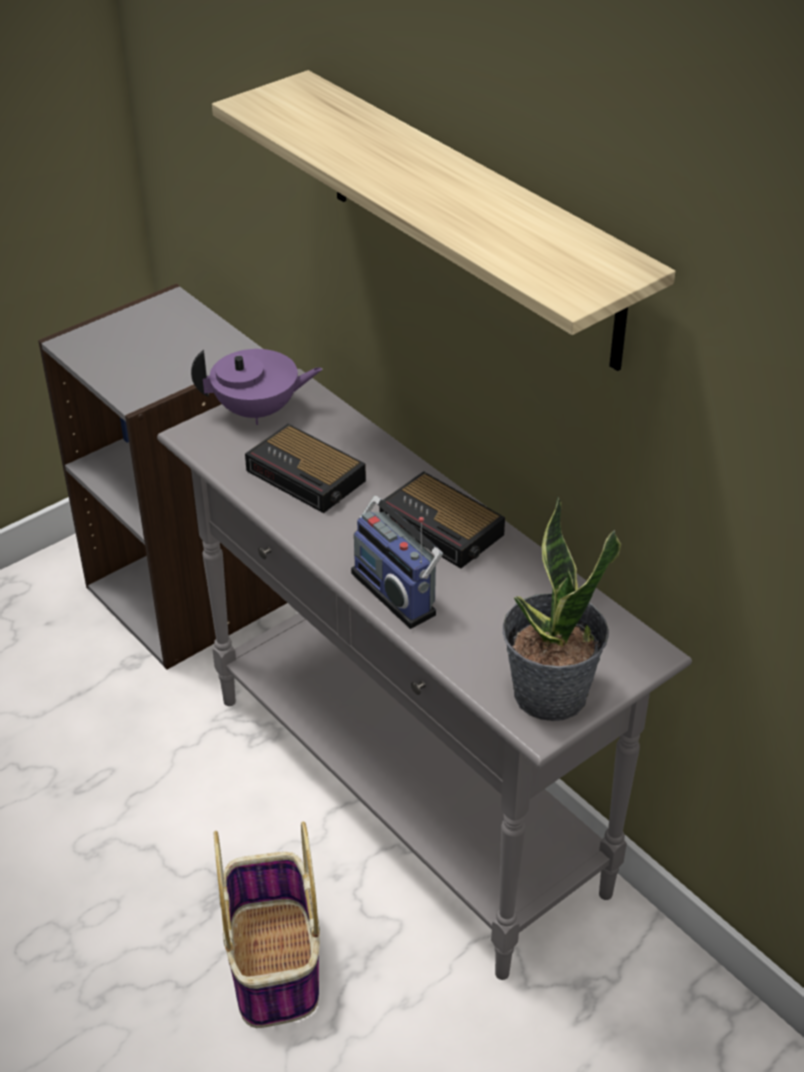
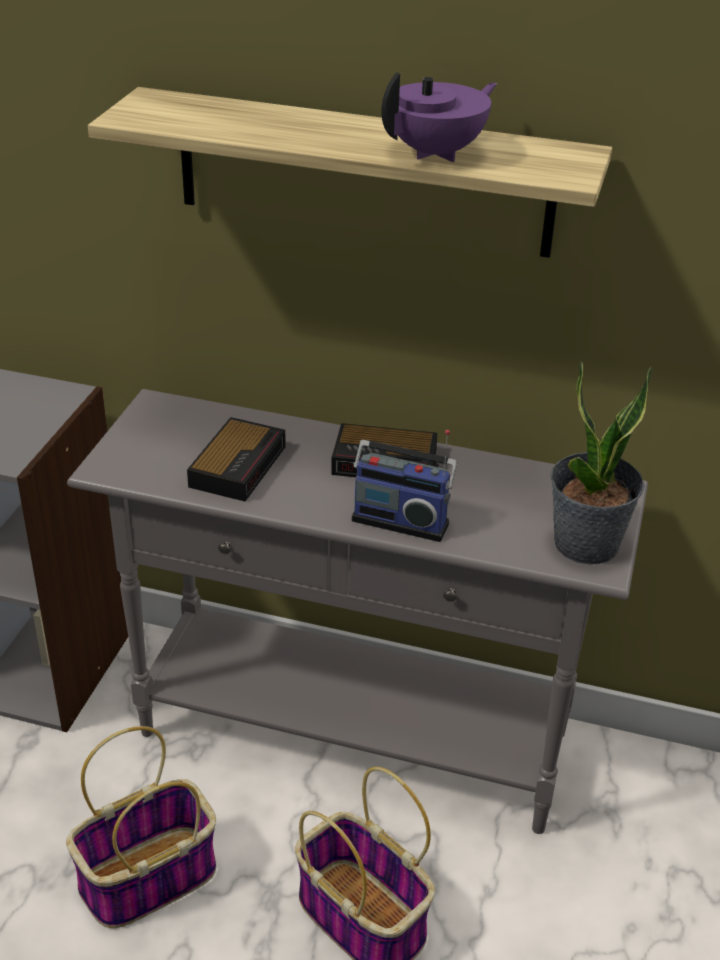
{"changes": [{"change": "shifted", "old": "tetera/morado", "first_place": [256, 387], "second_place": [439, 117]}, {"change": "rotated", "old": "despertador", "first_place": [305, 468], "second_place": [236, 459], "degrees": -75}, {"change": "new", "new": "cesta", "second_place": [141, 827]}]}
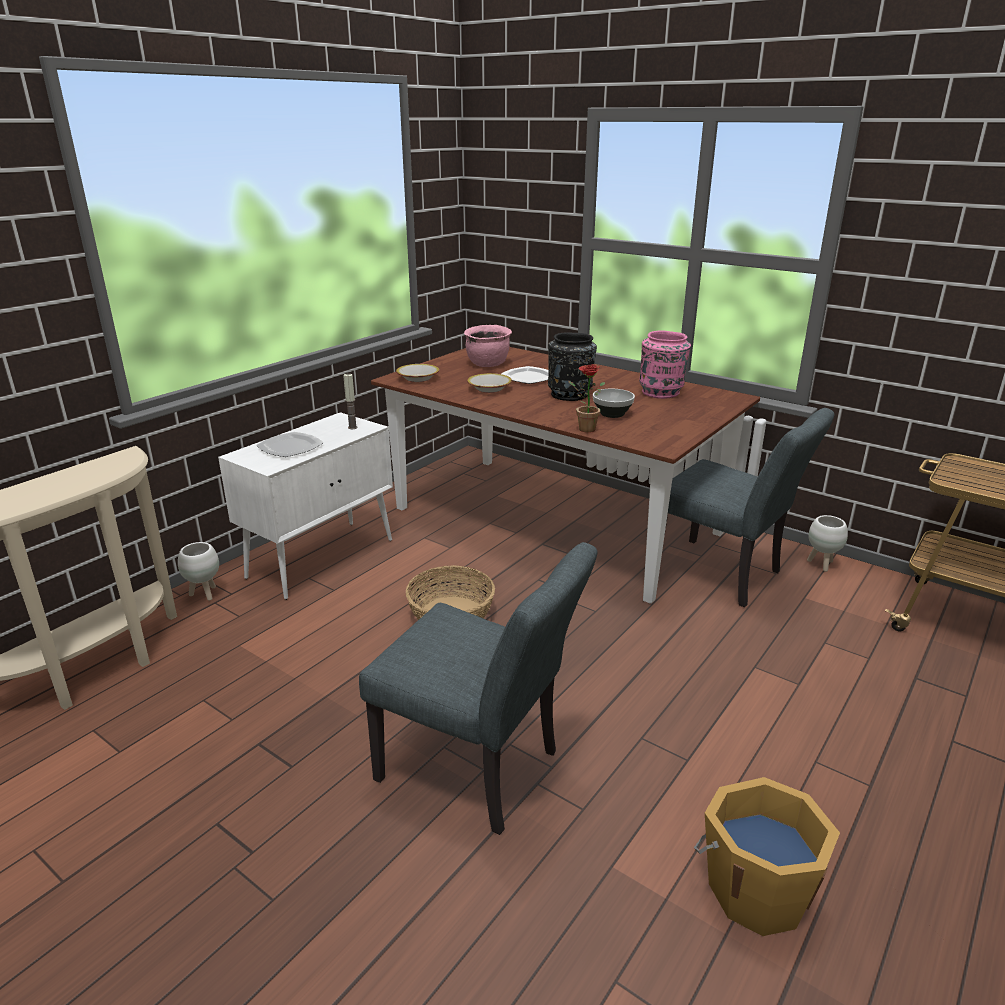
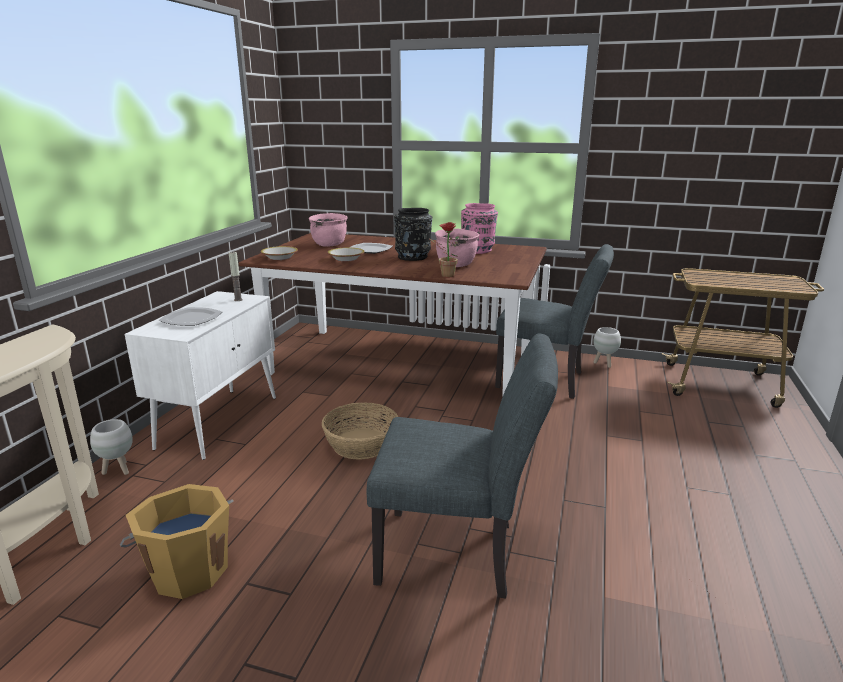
{"changes": [{"change": "swapped", "old": "cuenco", "new": "olla/rosa", "first_place": [614, 403], "second_place": [457, 247]}, {"change": "shifted", "old": "cubo/naranja", "first_place": [767, 856], "second_place": [176, 541]}]}
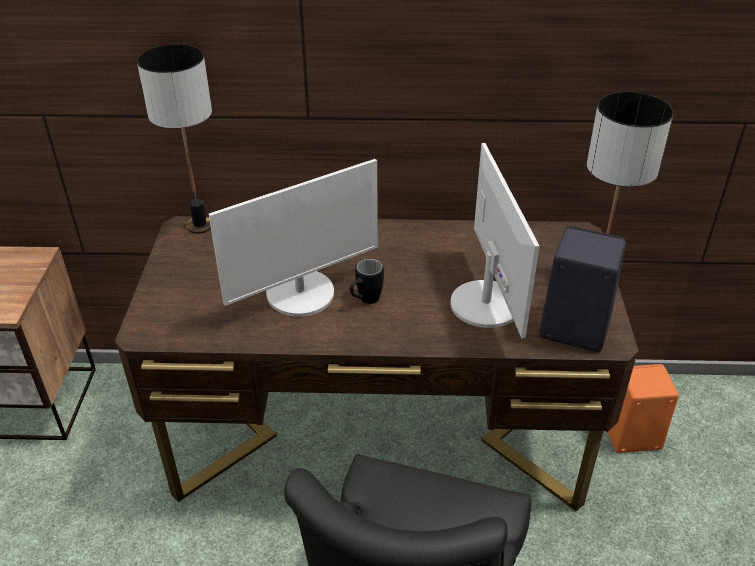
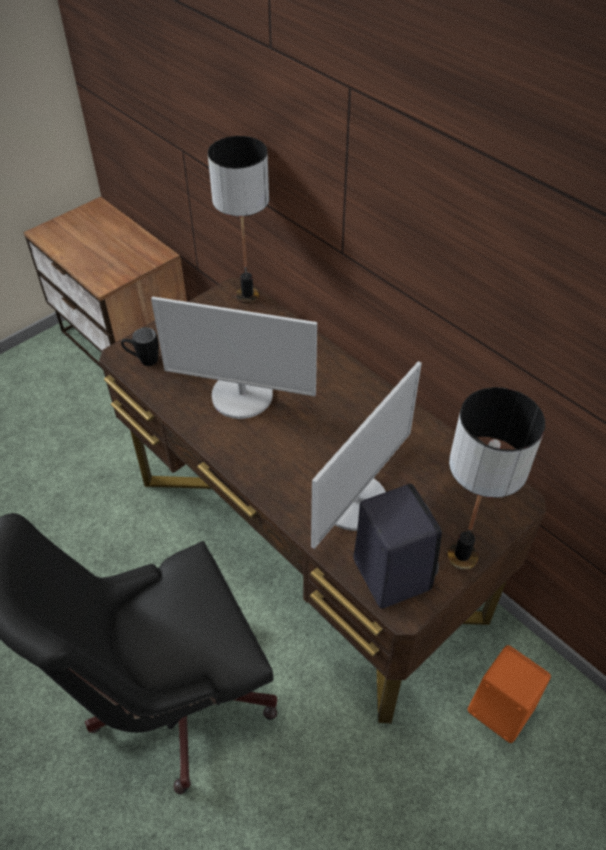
{"changes": [{"change": "shifted", "old": "taza grande/negro", "first_place": [367, 281], "second_place": [140, 346]}]}
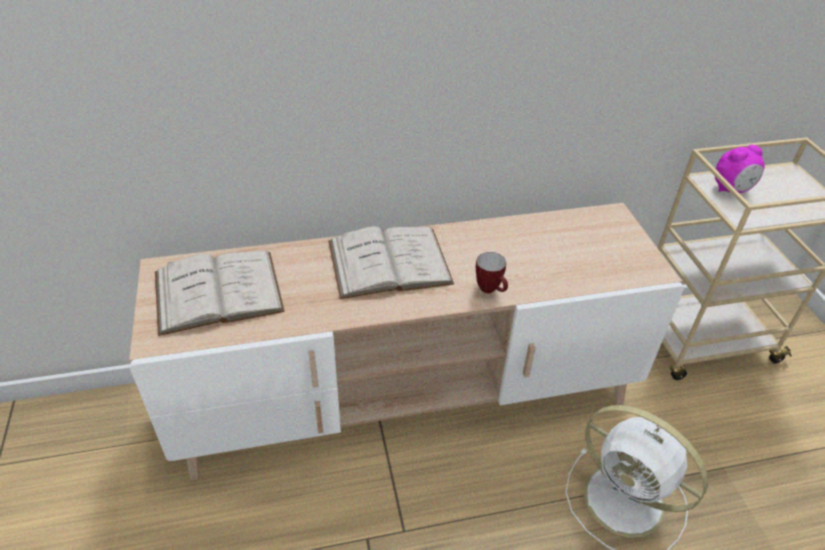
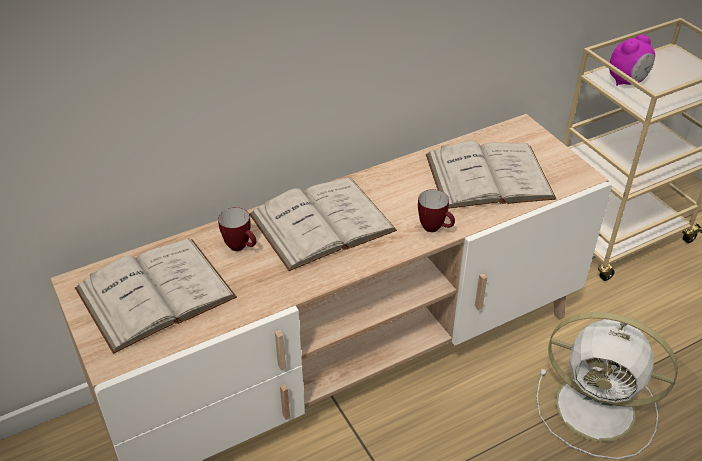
{"changes": [{"change": "new", "new": "libro/blanco", "second_place": [491, 175]}, {"change": "new", "new": "taza grande", "second_place": [237, 229]}]}
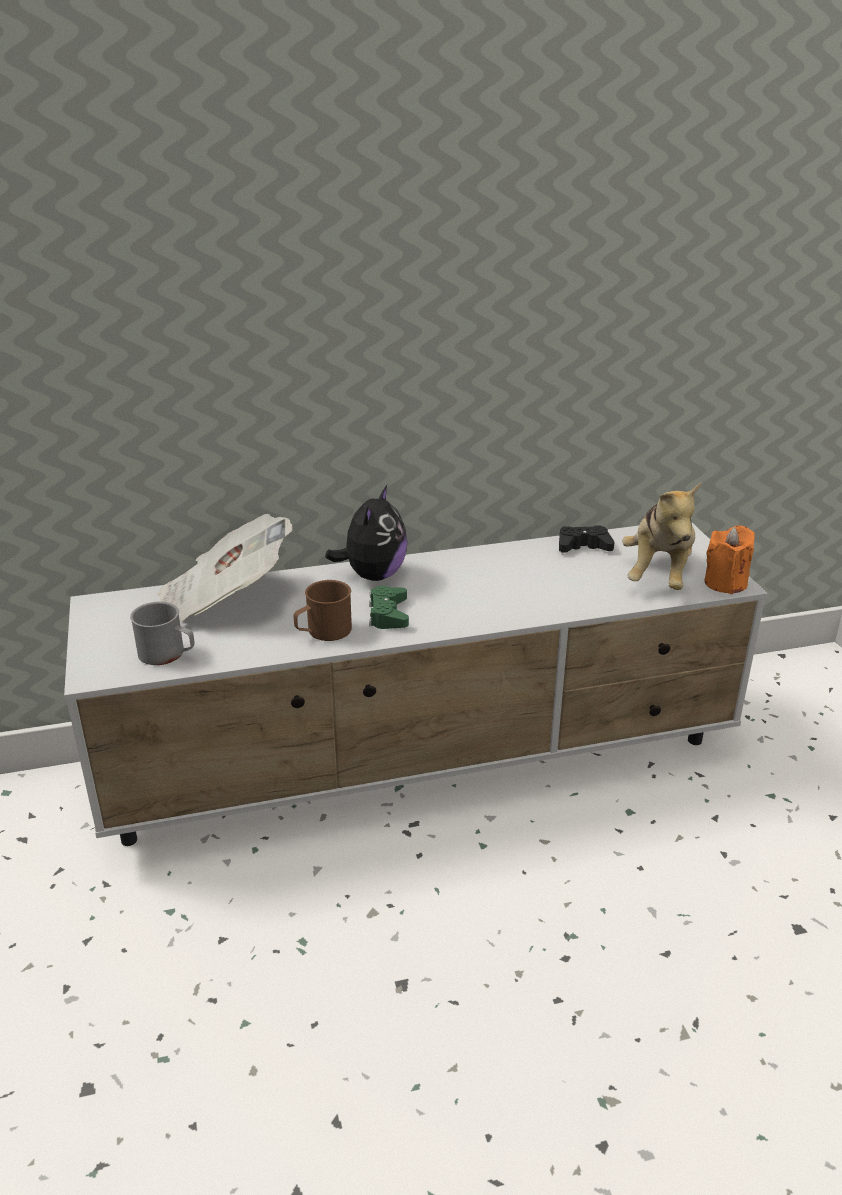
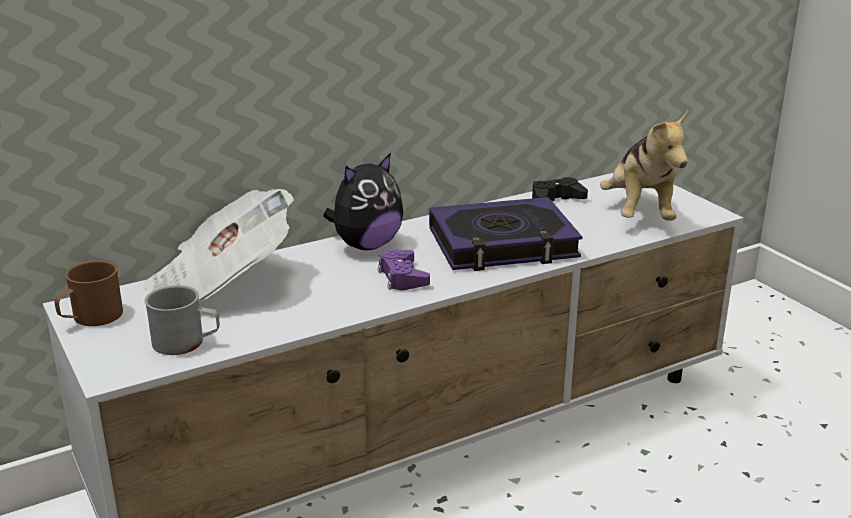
{"changes": [{"change": "rotated", "old": "peluche", "first_place": [366, 533], "second_place": [363, 201], "degrees": 45}, {"change": "gone", "old": "vela/naranja", "first_place": [730, 559]}, {"change": "shifted", "old": "taza grande/marrón", "first_place": [323, 610], "second_place": [88, 293]}, {"change": "repainted", "old": "mando de consola/verde", "new": "mando de consola/morado", "first_place": [389, 607], "second_place": [403, 269]}, {"change": "new", "new": "libro", "second_place": [505, 234]}]}
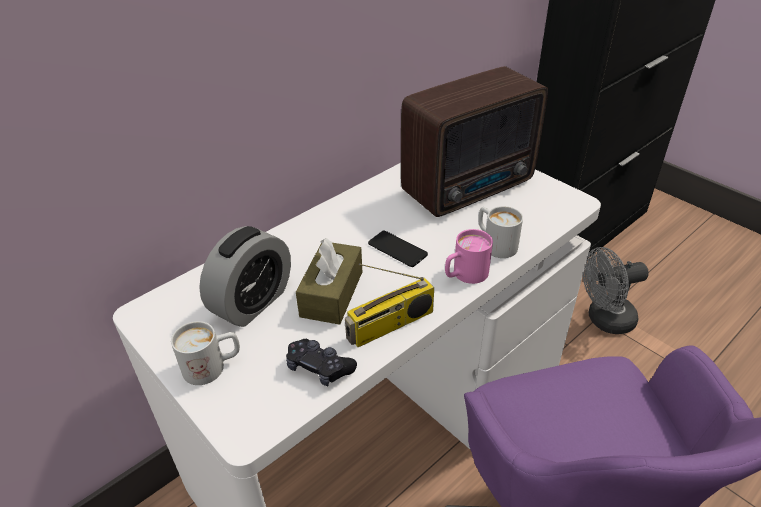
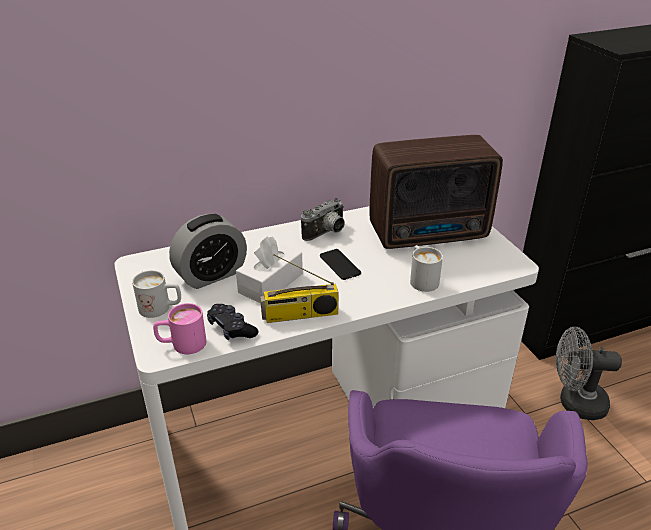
{"changes": [{"change": "shifted", "old": "taza grande/rosa", "first_place": [469, 256], "second_place": [179, 328]}, {"change": "repainted", "old": "caja de pañuelos/marrón", "new": "caja de pañuelos/blanco", "first_place": [329, 281], "second_place": [269, 269]}, {"change": "new", "new": "cámara", "second_place": [323, 219]}]}
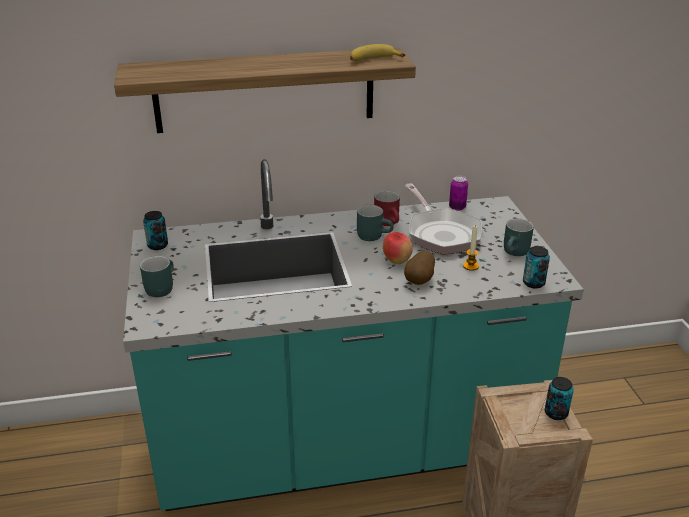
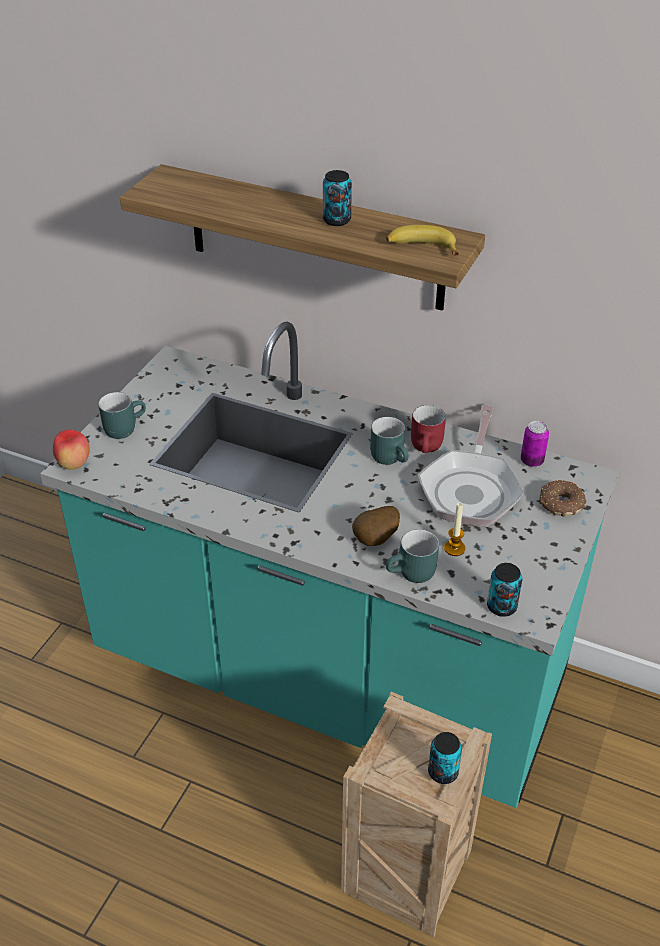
{"changes": [{"change": "shifted", "old": "lata", "first_place": [155, 230], "second_place": [337, 198]}, {"change": "shifted", "old": "taza grande/turquesa", "first_place": [519, 237], "second_place": [412, 556]}, {"change": "shifted", "old": "manzana", "first_place": [398, 248], "second_place": [71, 450]}, {"change": "new", "new": "rosquilla", "second_place": [563, 498]}]}
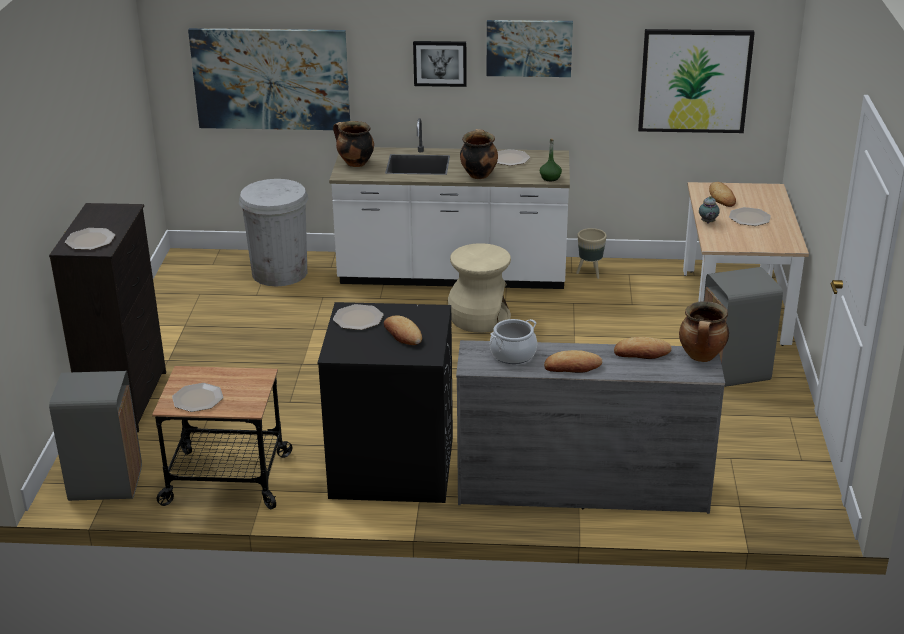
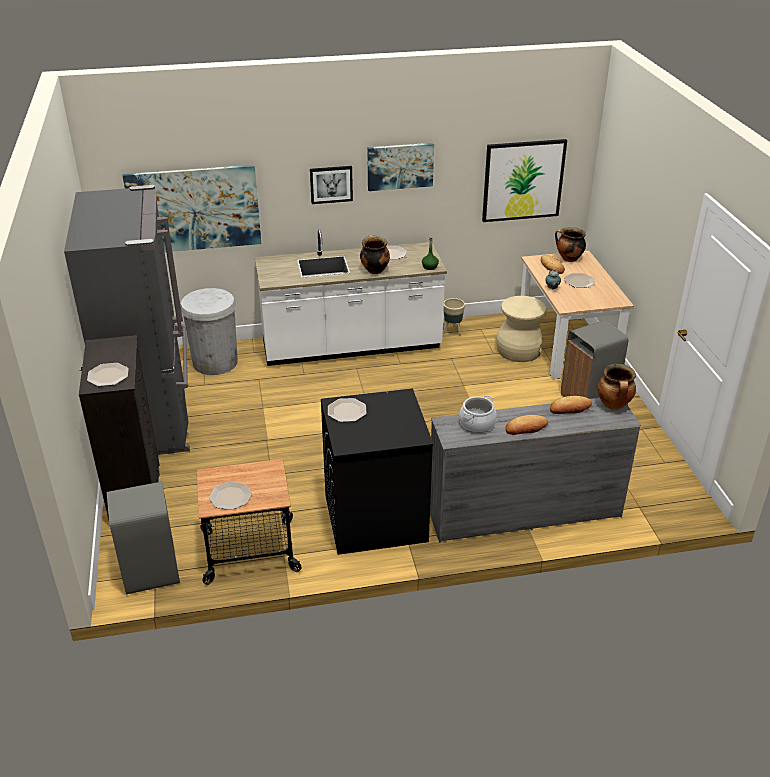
{"changes": [{"change": "shifted", "old": "olla", "first_place": [353, 144], "second_place": [570, 244]}, {"change": "shifted", "old": "taburete/beis", "first_place": [479, 288], "second_place": [521, 329]}, {"change": "gone", "old": "pan", "first_place": [403, 330]}, {"change": "new", "new": "nevera/gris", "second_place": [127, 320]}]}
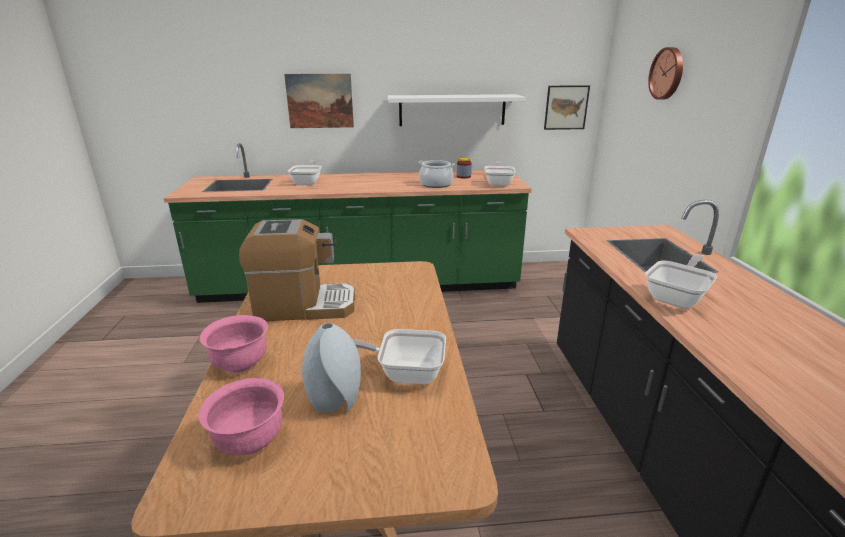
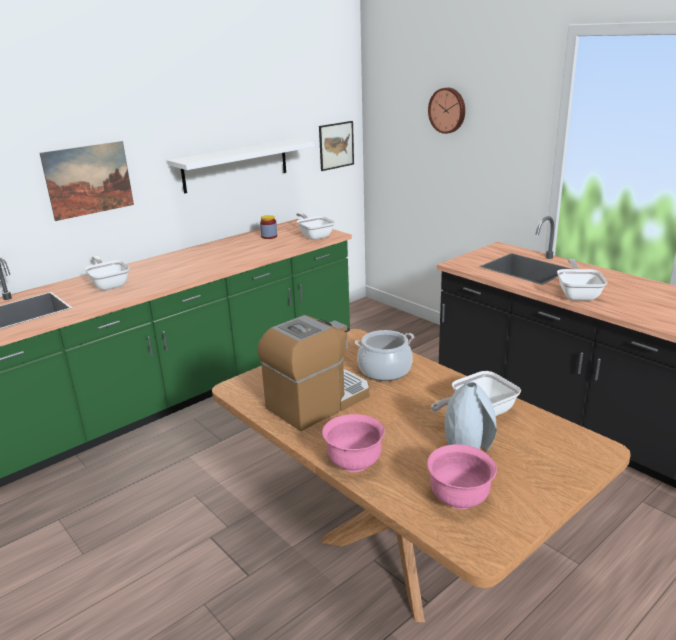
{"changes": [{"change": "shifted", "old": "olla", "first_place": [436, 174], "second_place": [384, 355]}]}
